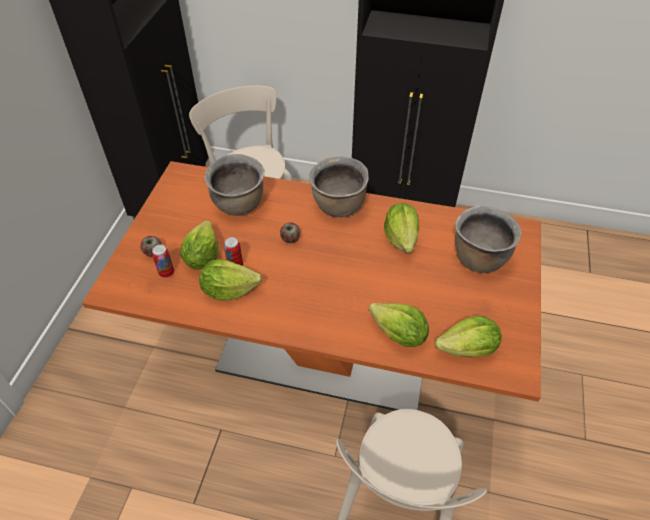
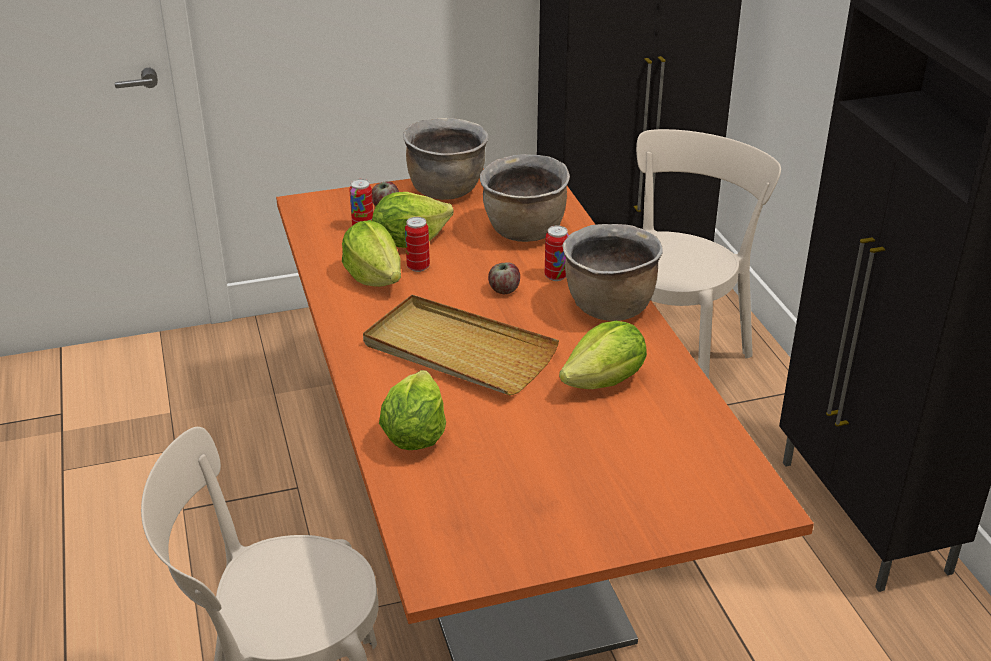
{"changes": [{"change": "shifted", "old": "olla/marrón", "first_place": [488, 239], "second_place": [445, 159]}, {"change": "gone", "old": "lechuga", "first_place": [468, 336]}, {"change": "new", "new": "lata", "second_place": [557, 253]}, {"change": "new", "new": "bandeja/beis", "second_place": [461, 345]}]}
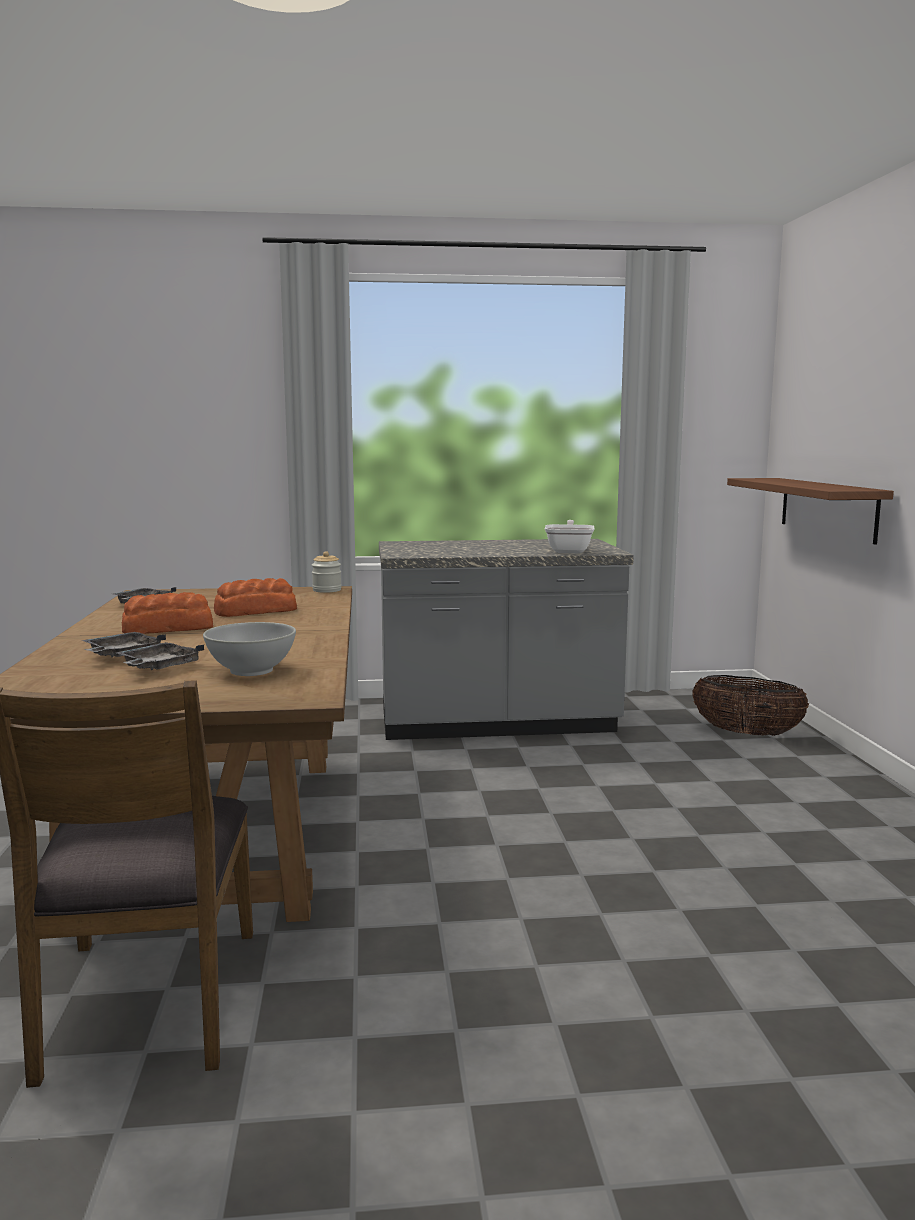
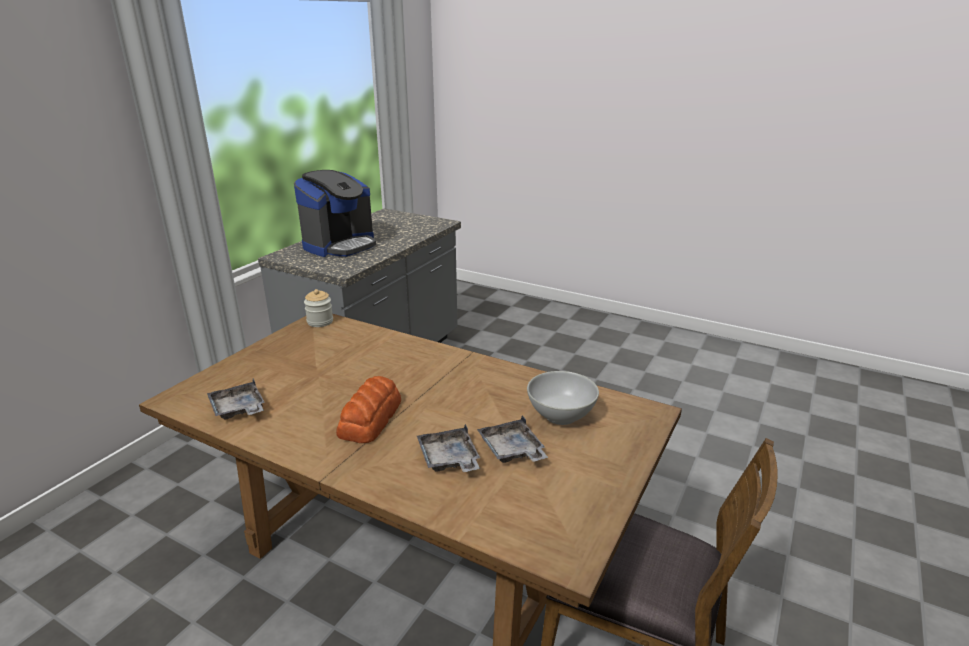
{"changes": [{"change": "gone", "old": "estante", "first_place": [810, 511]}, {"change": "gone", "old": "sartén", "first_place": [569, 536]}, {"change": "gone", "old": "pan", "first_place": [255, 597]}, {"change": "gone", "old": "cesta", "first_place": [750, 705]}, {"change": "new", "new": "cafetera", "second_place": [335, 213]}]}
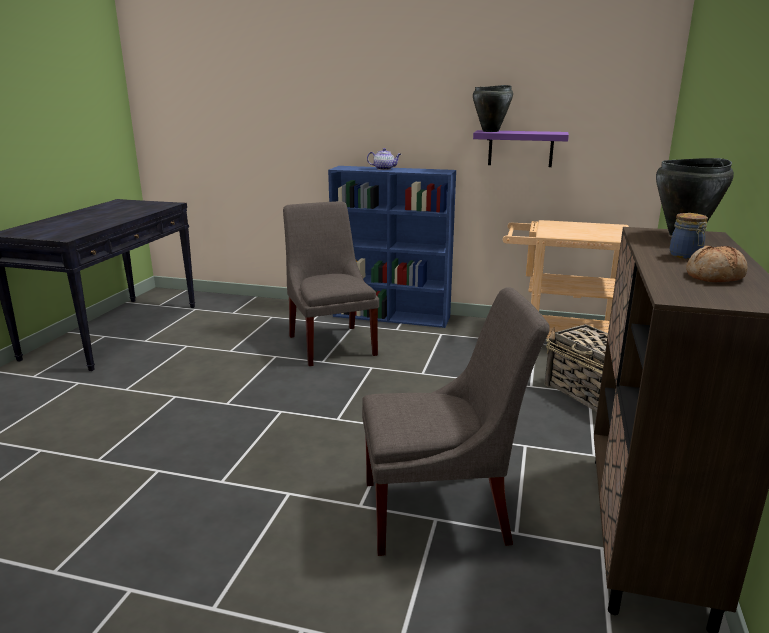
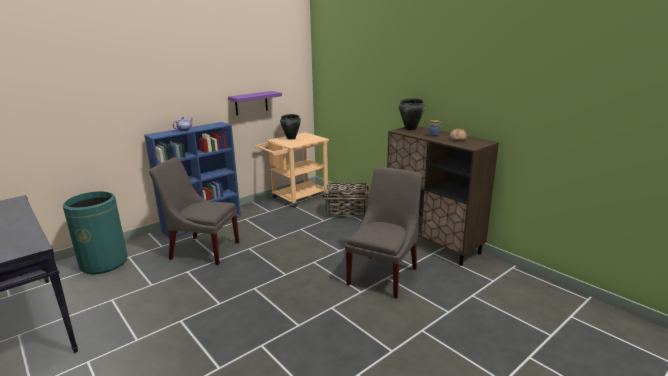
{"changes": [{"change": "shifted", "old": "olla/negro", "first_place": [493, 108], "second_place": [290, 127]}, {"change": "new", "new": "papelera/verde", "second_place": [95, 232]}]}
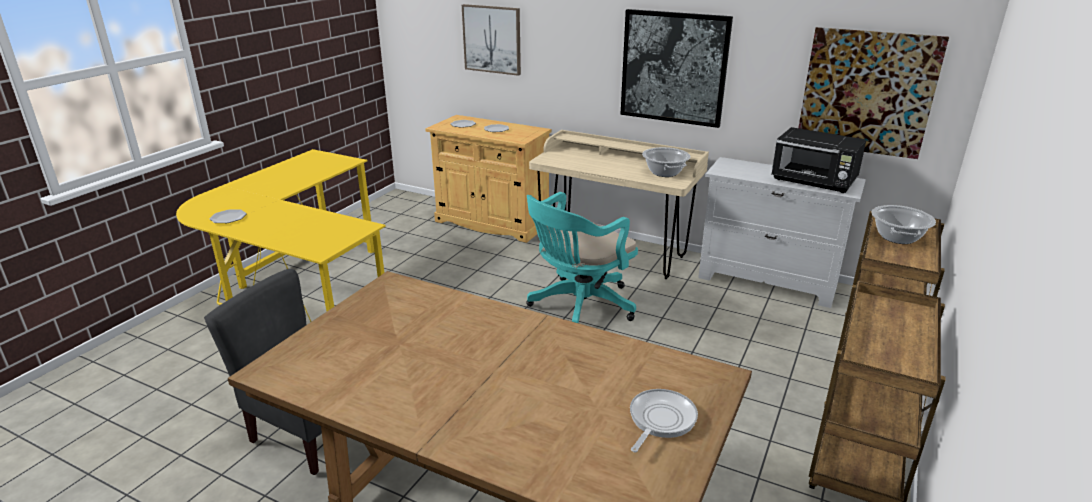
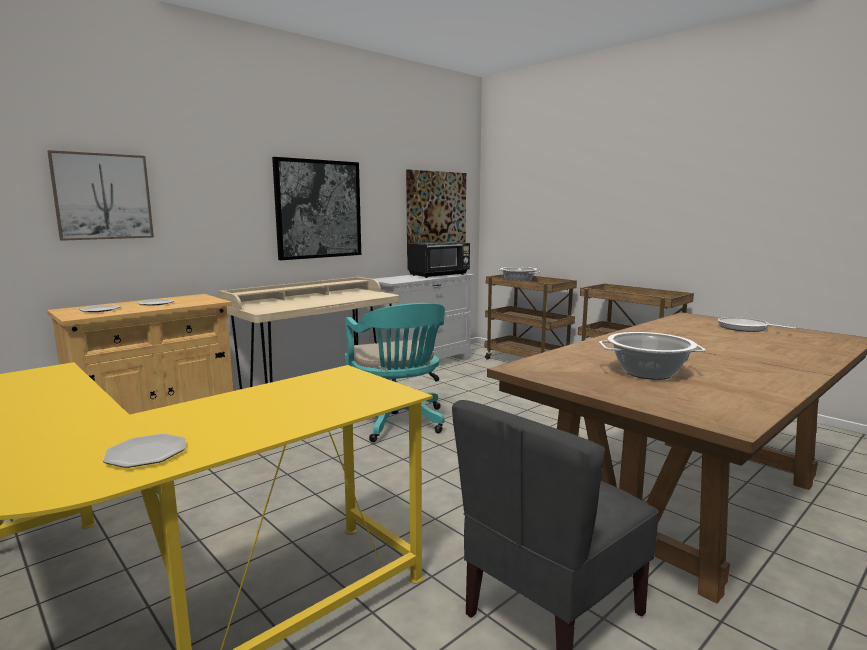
{"changes": [{"change": "shifted", "old": "olla", "first_place": [666, 162], "second_place": [652, 356]}]}
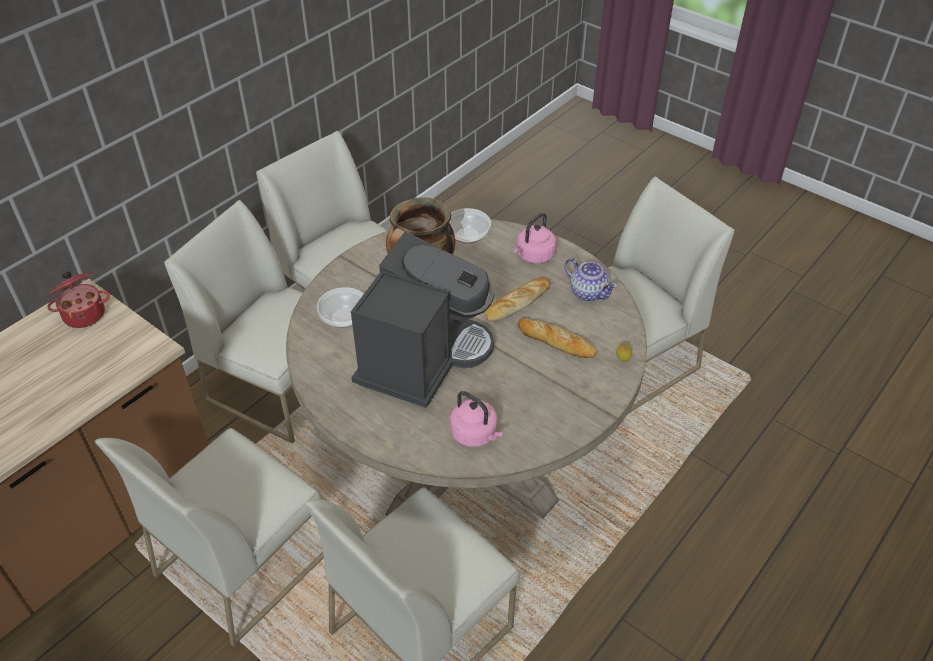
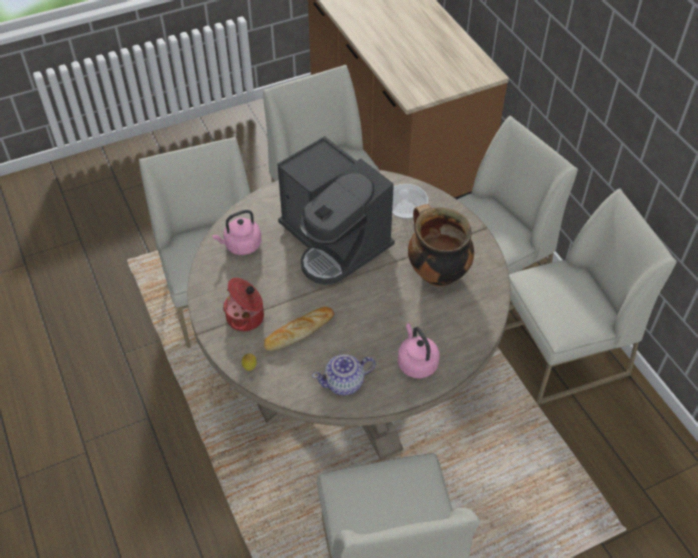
{"changes": [{"change": "gone", "old": "cuenco", "first_place": [470, 226]}, {"change": "shifted", "old": "olla", "first_place": [78, 299], "second_place": [243, 304]}, {"change": "gone", "old": "pan", "first_place": [518, 299]}]}
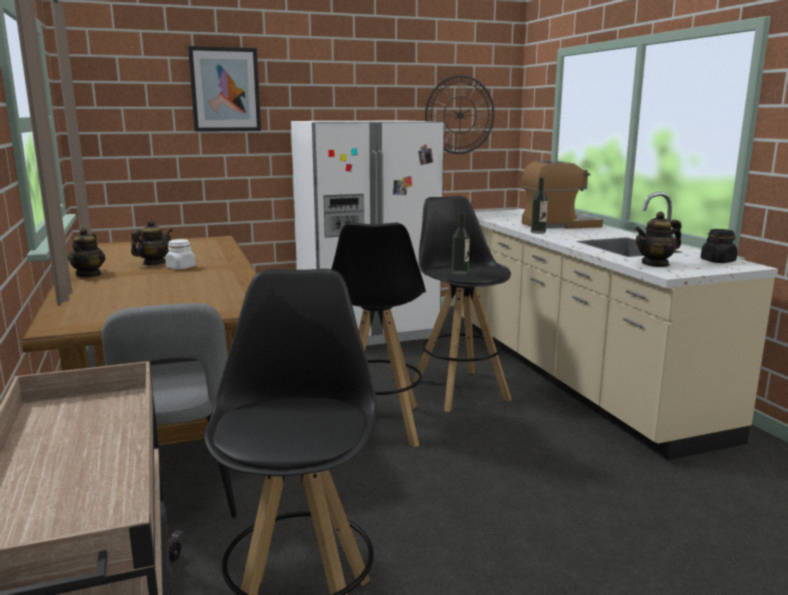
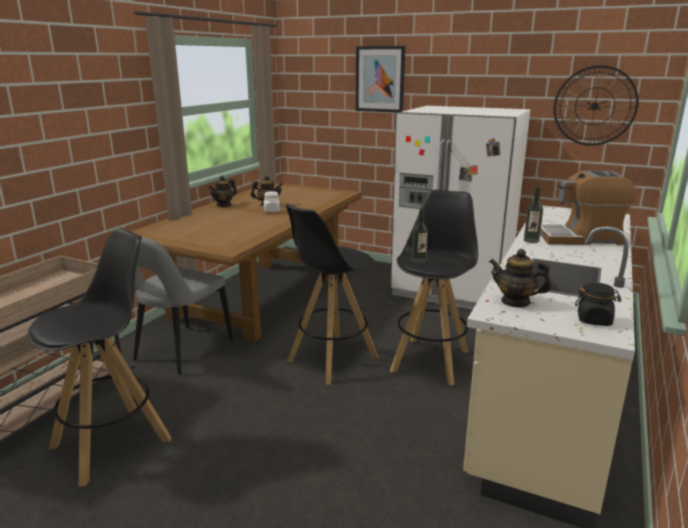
{"changes": [{"change": "rotated", "old": "cafetera", "first_place": [562, 195], "second_place": [587, 208], "degrees": 150}]}
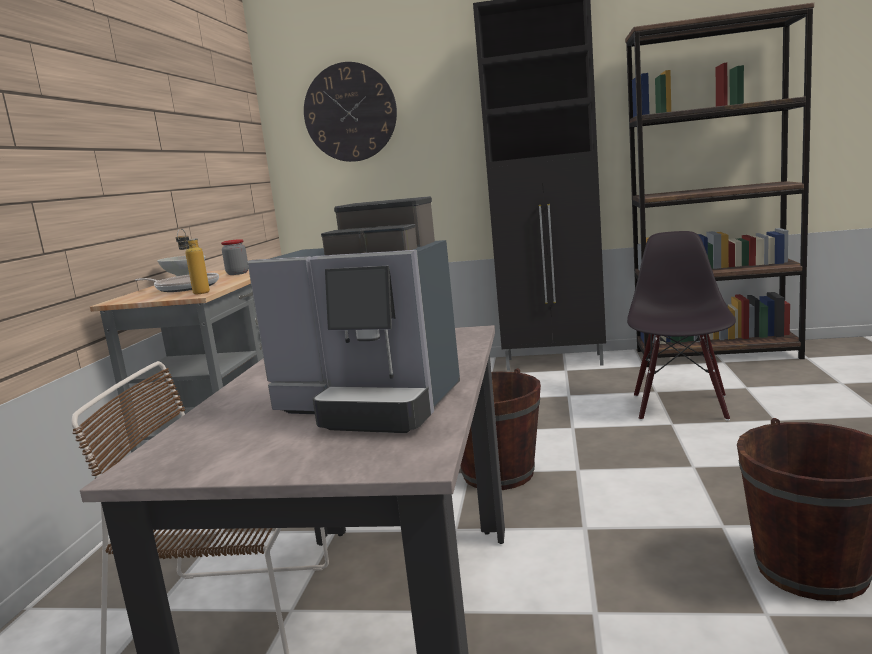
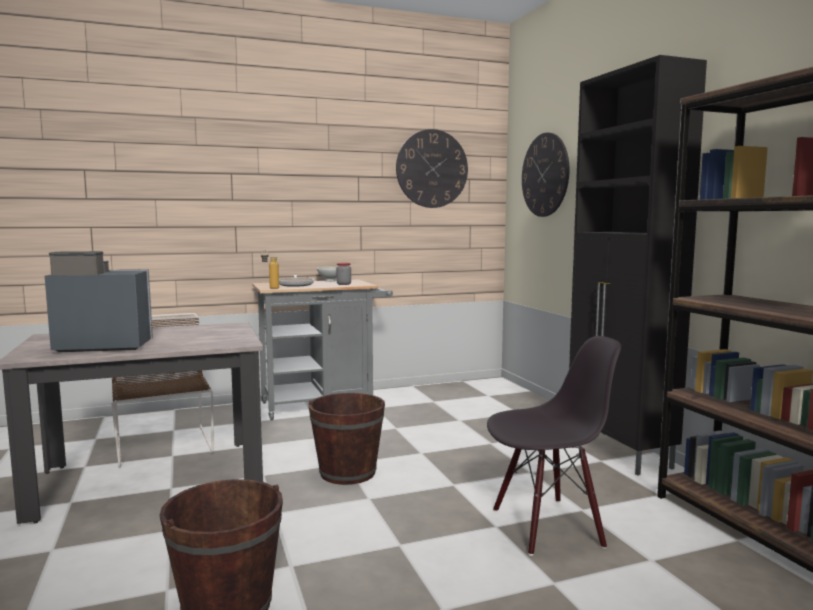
{"changes": [{"change": "rotated", "old": "cafetera", "first_place": [353, 314], "second_place": [99, 301], "degrees": 90}, {"change": "new", "new": "reloj de pared", "second_place": [432, 168]}]}
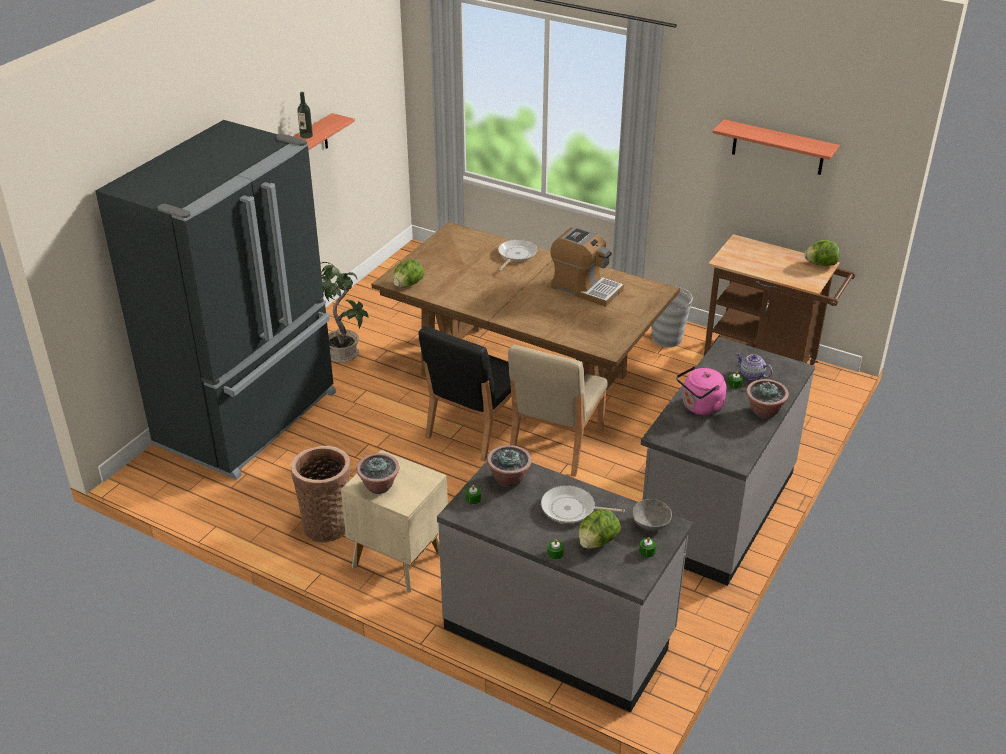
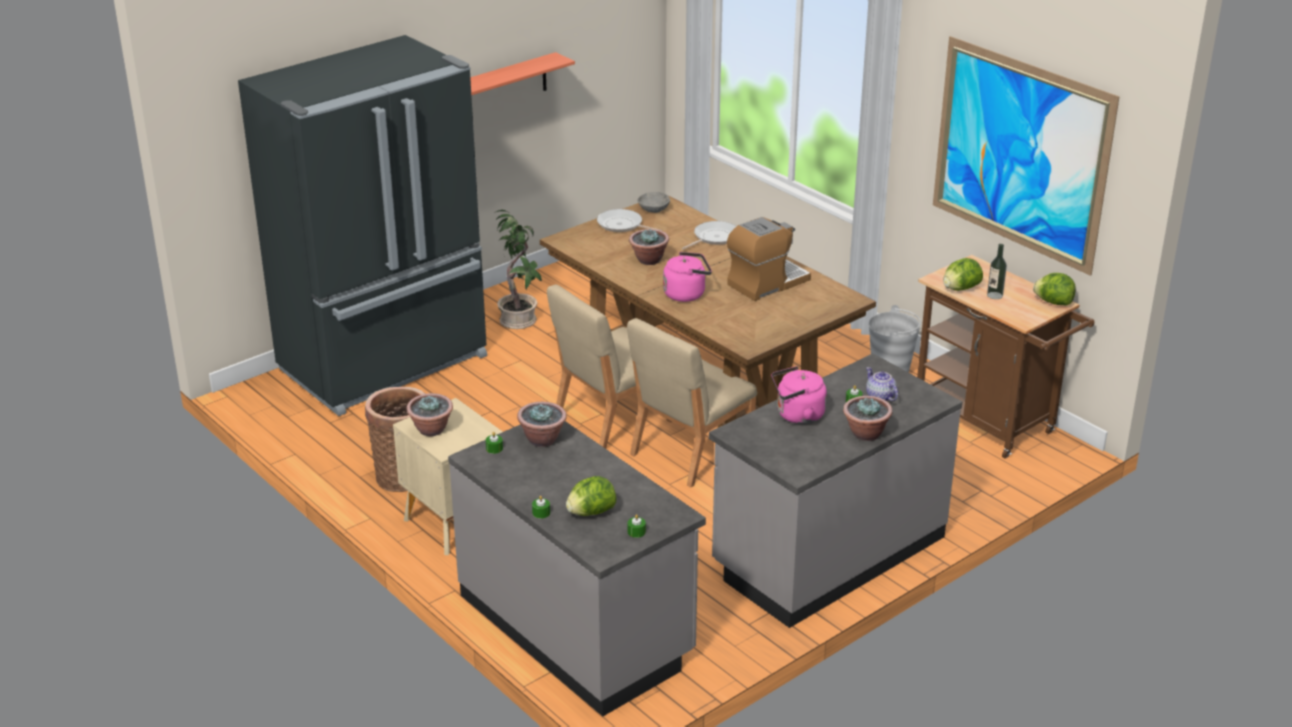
{"changes": [{"change": "shifted", "old": "botella", "first_place": [305, 115], "second_place": [997, 271]}, {"change": "swapped", "old": "estante", "new": "cuadro", "first_place": [776, 147], "second_place": [1026, 156]}, {"change": "rotated", "old": "cafetera", "first_place": [587, 267], "second_place": [769, 259], "degrees": -90}, {"change": "shifted", "old": "lechuga", "first_place": [408, 273], "second_place": [963, 274]}, {"change": "repainted", "old": "silla/negro", "new": "silla/beis", "first_place": [472, 394], "second_place": [609, 367]}, {"change": "shifted", "old": "sartén", "first_place": [583, 504], "second_place": [629, 220]}, {"change": "shifted", "old": "cuenco/gris", "first_place": [652, 515], "second_place": [654, 202]}, {"change": "new", "new": "planta en maceta", "second_place": [649, 247]}, {"change": "new", "new": "hervidor/rosa", "second_place": [687, 277]}]}
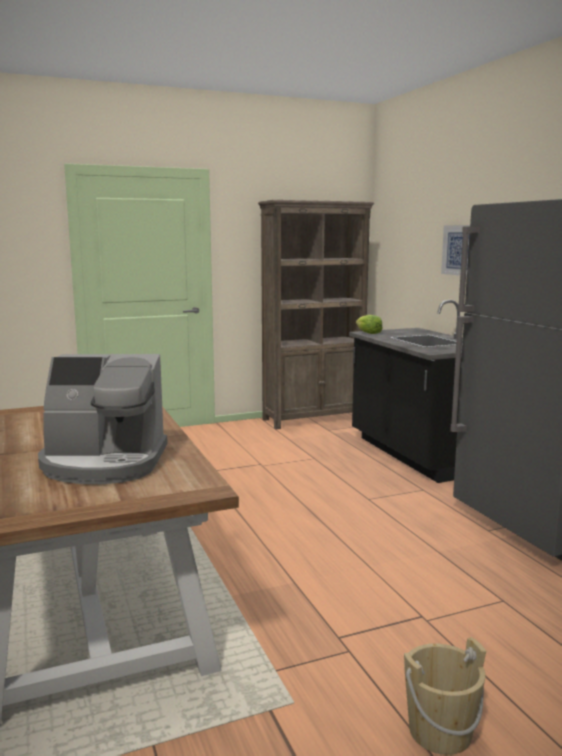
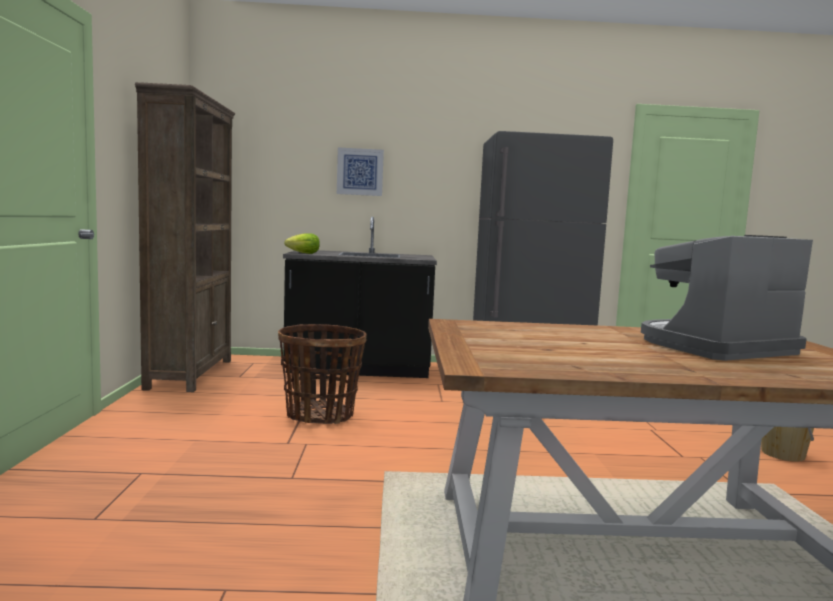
{"changes": [{"change": "rotated", "old": "cafetera", "first_place": [103, 419], "second_place": [727, 298], "degrees": -135}, {"change": "new", "new": "cesta", "second_place": [322, 374]}]}
